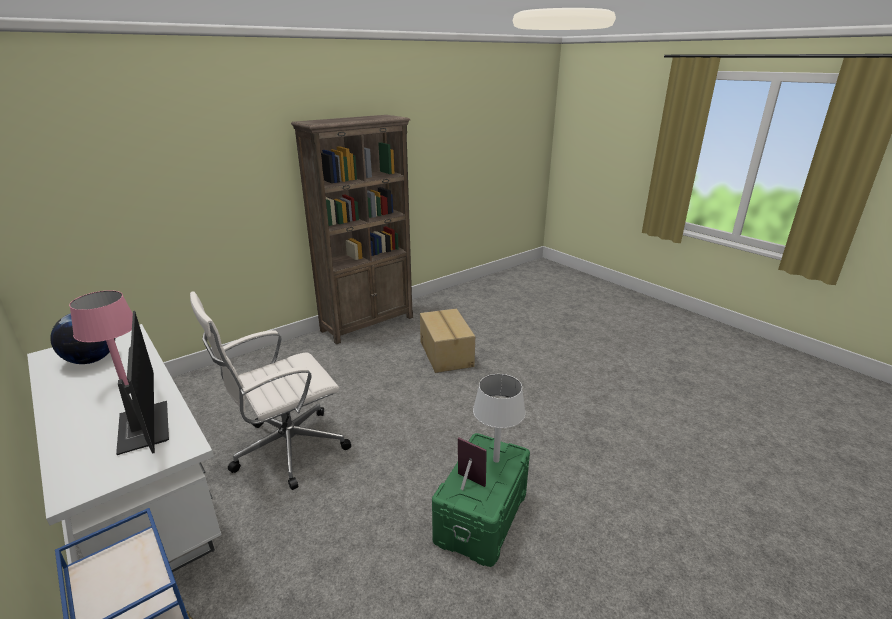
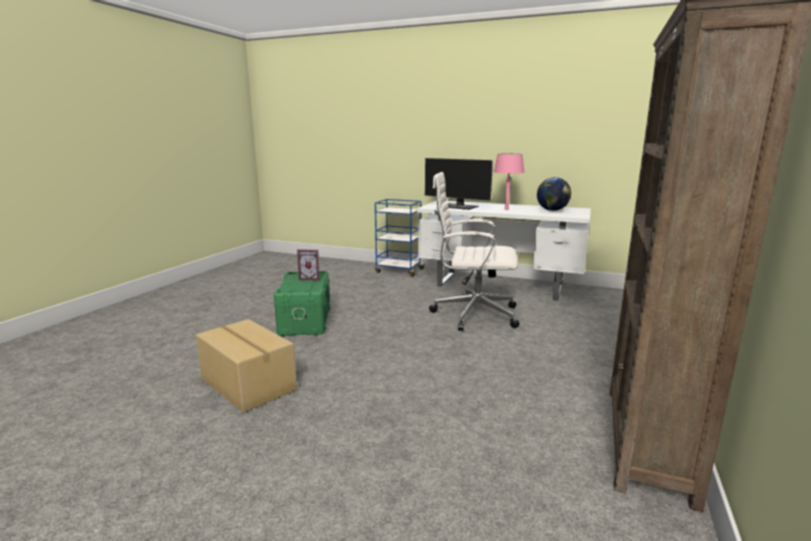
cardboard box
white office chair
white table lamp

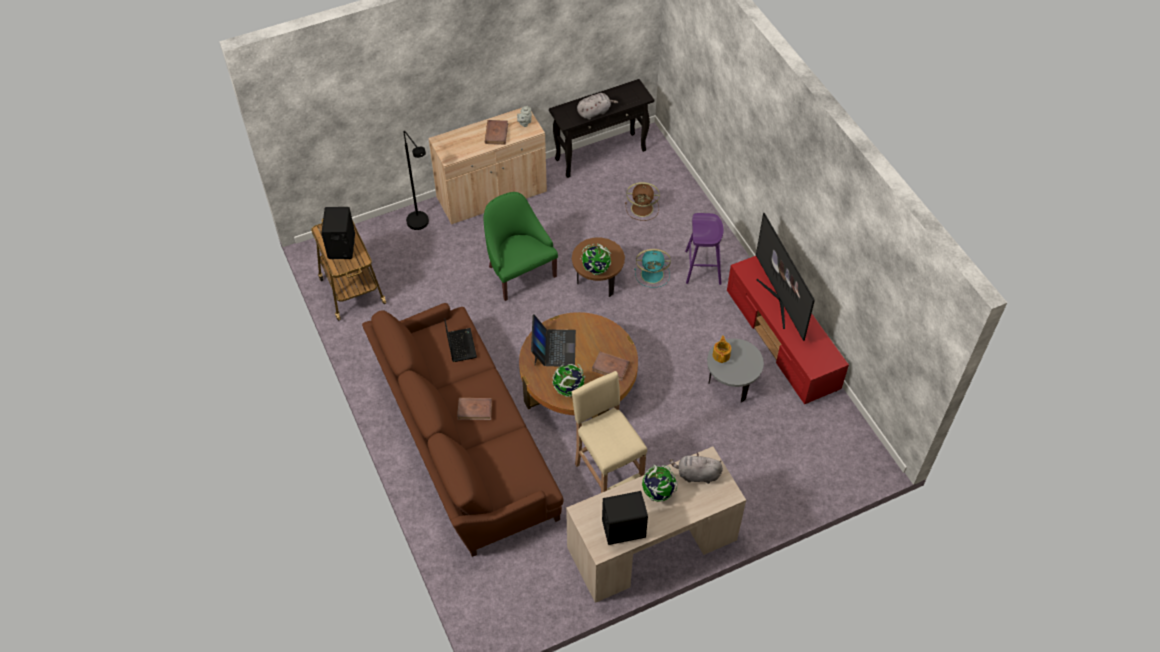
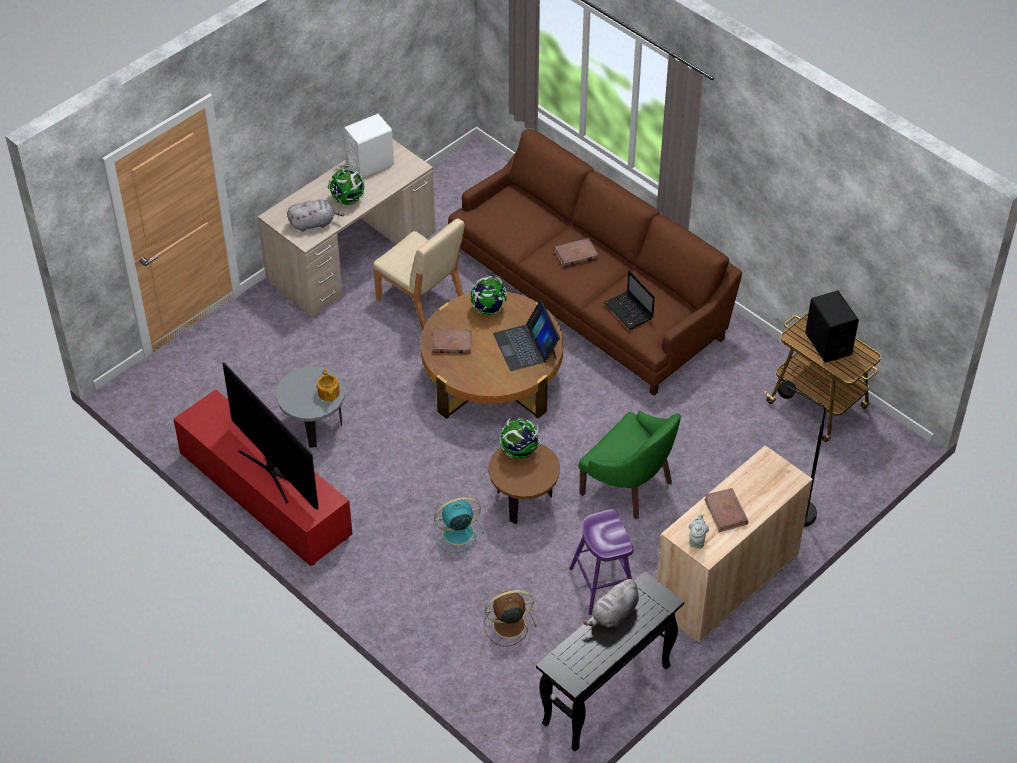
white speaker
beige chair
purple stool

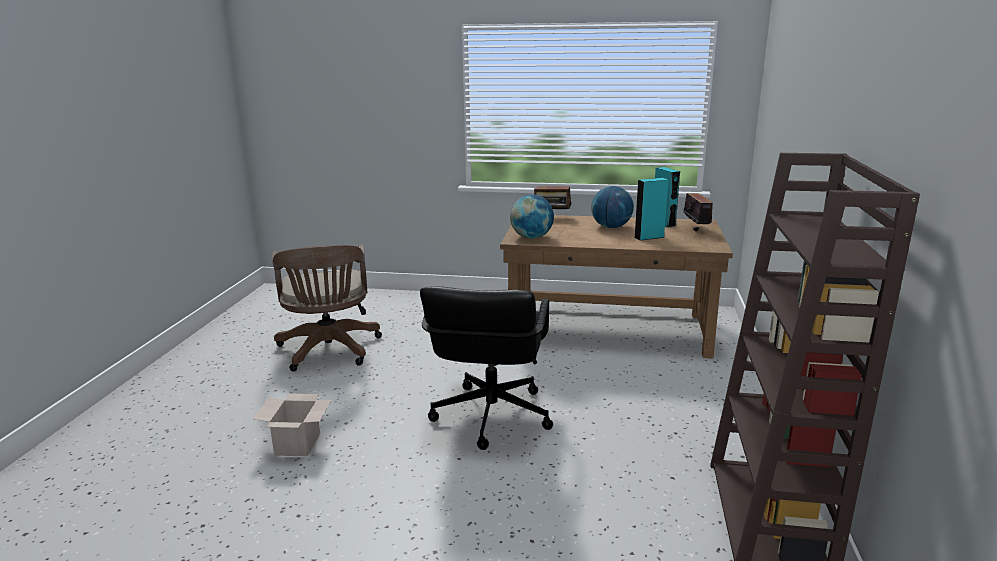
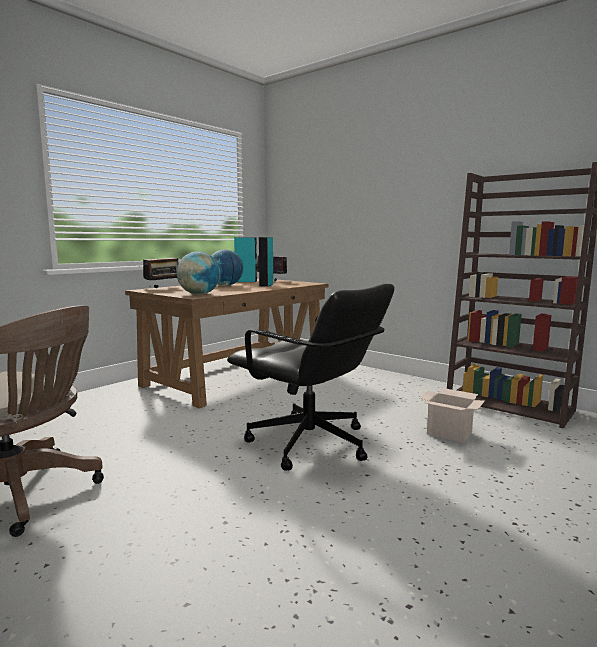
cardboard box

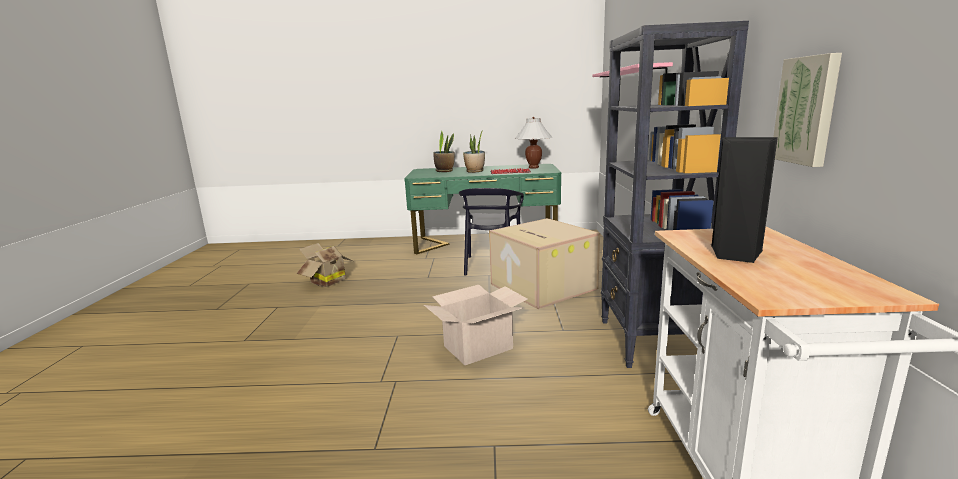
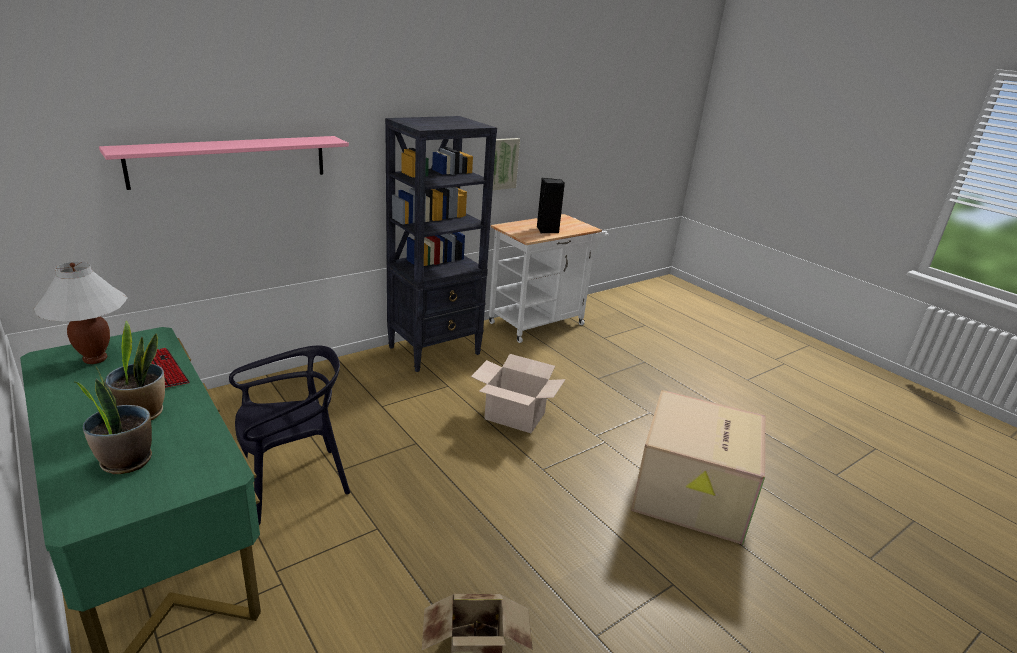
cardboard box (no. 3 from left)

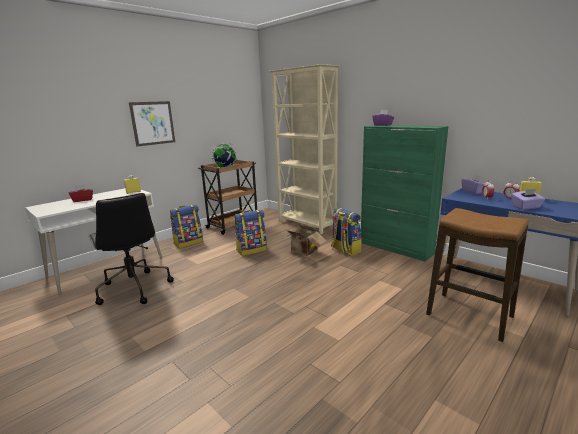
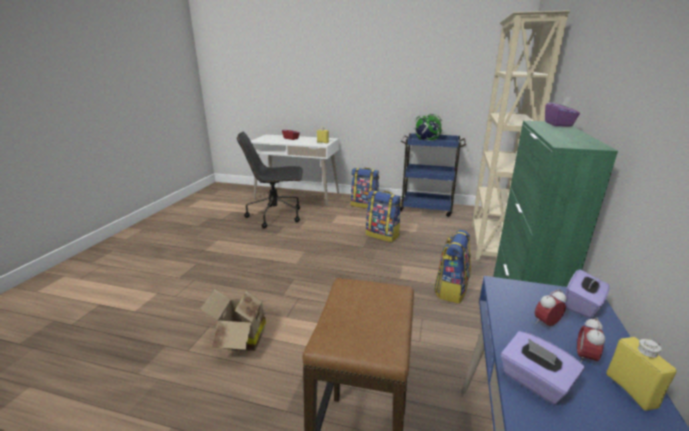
cardboard box
black office chair
blue cart
picture

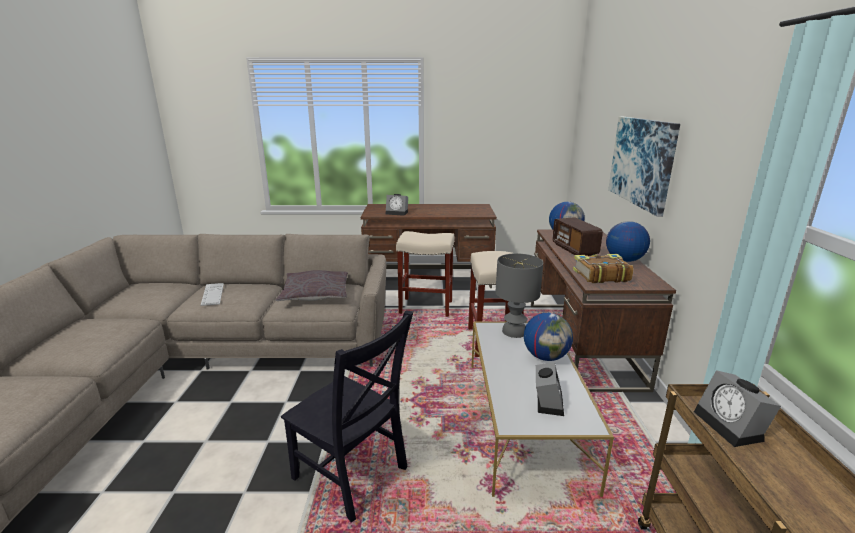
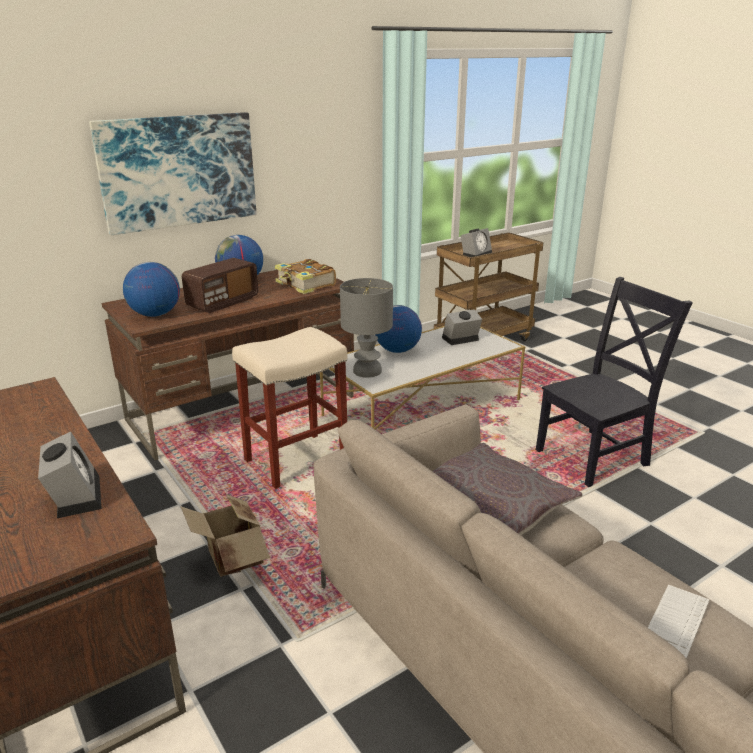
cardboard box
black chair

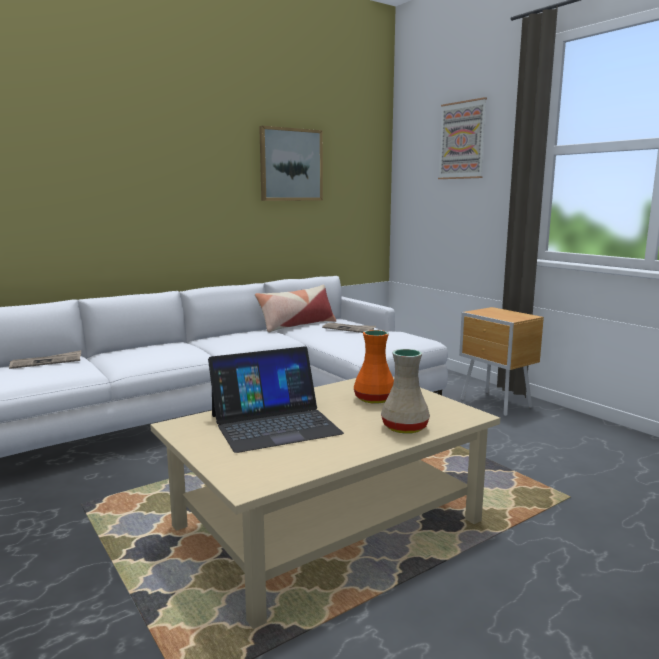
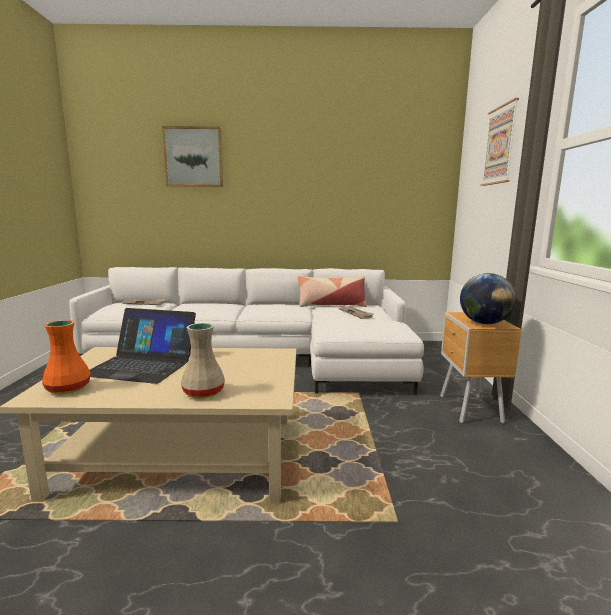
orange vase
picture (no. 1 from left)
globe

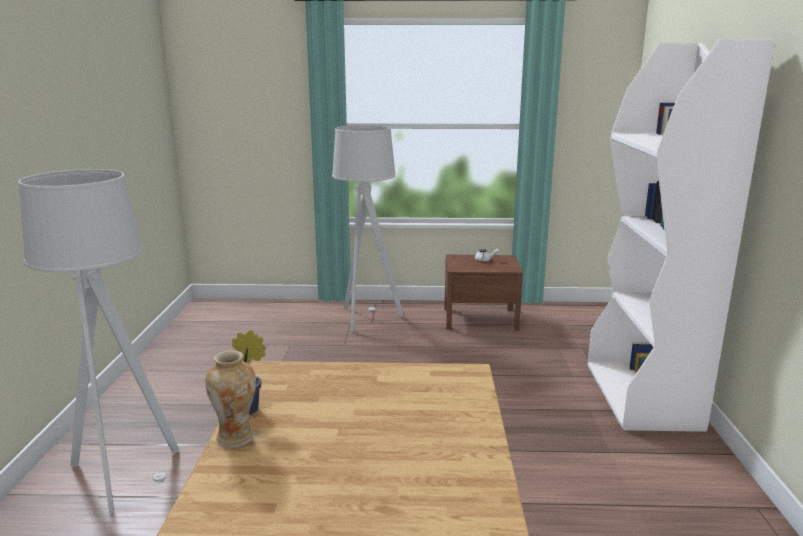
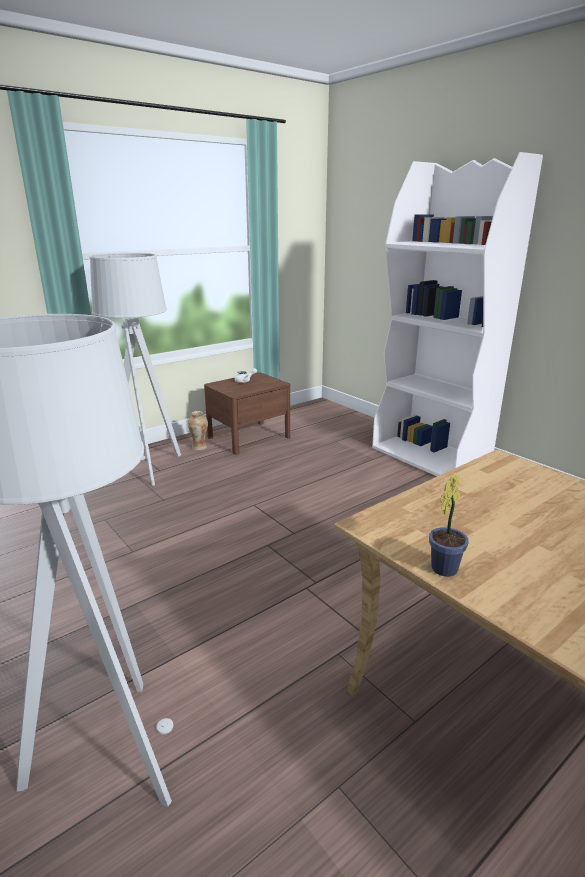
vase

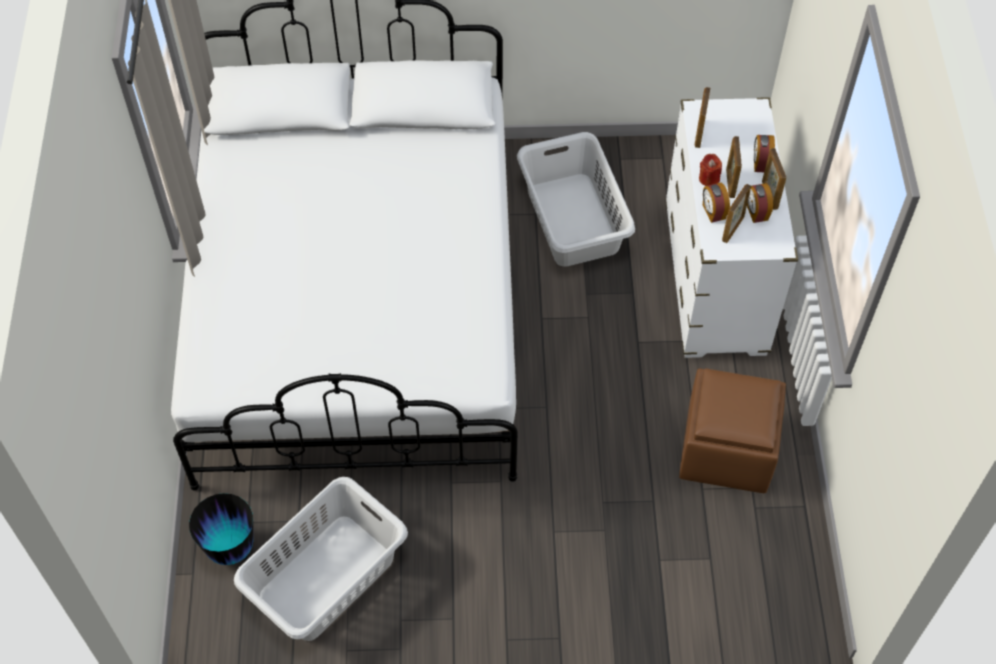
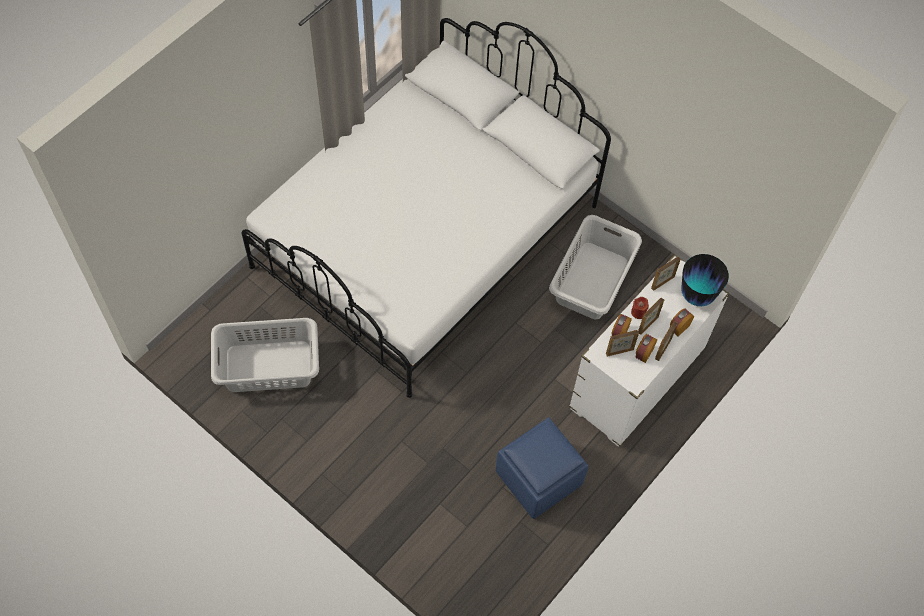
blue ottoman
vase

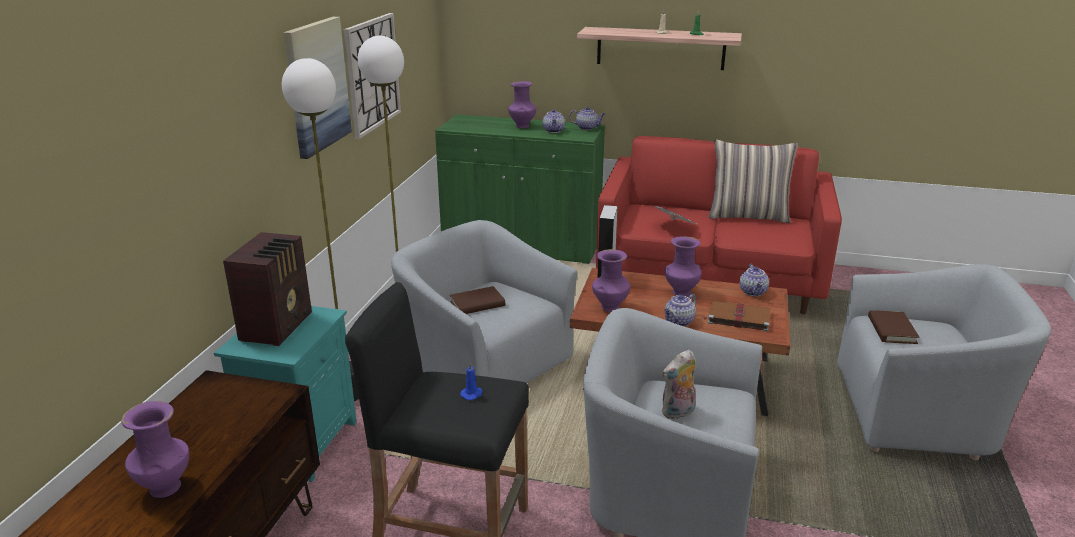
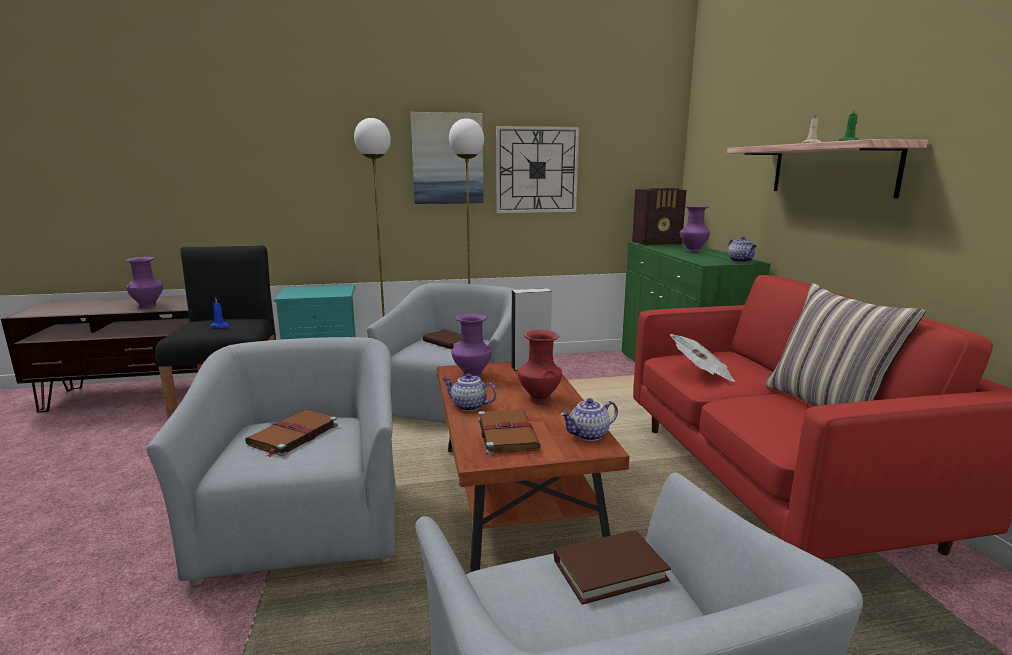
brown book (no. 1 from left)
red vase
radio
teapot (no. 1 from left in the first image)

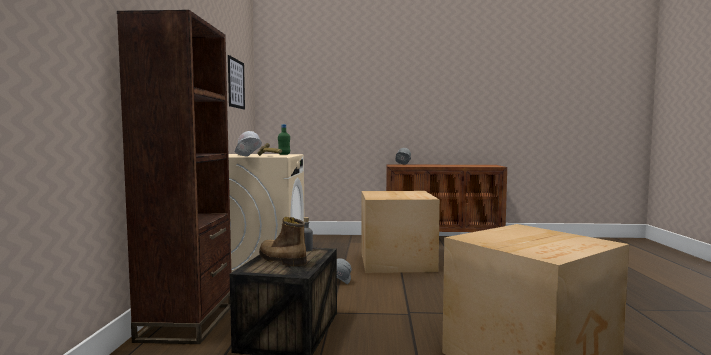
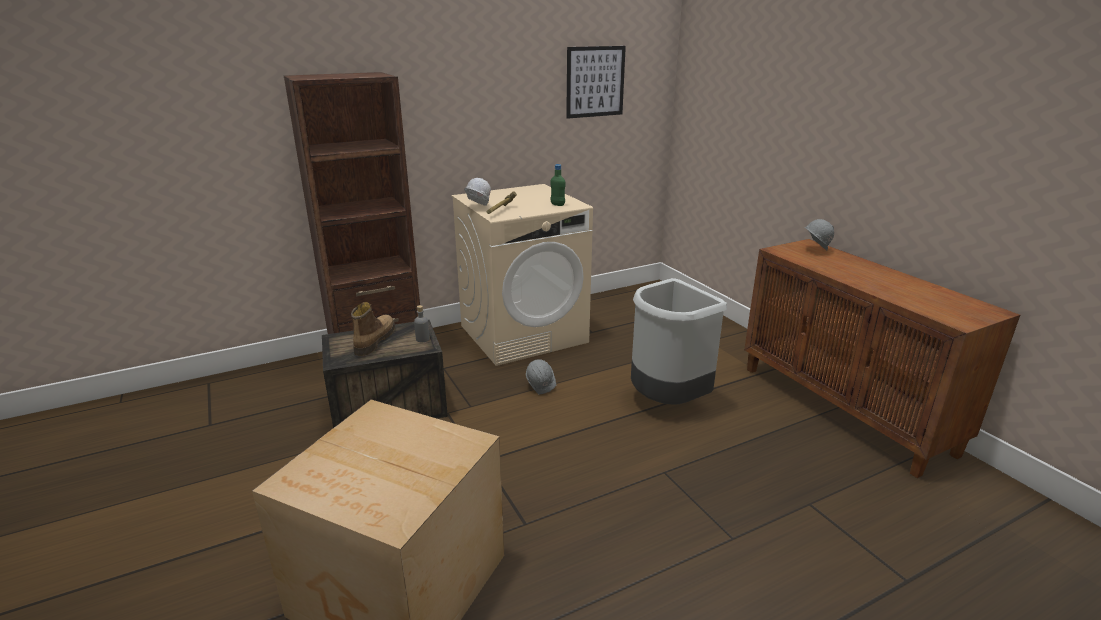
grey trash can

